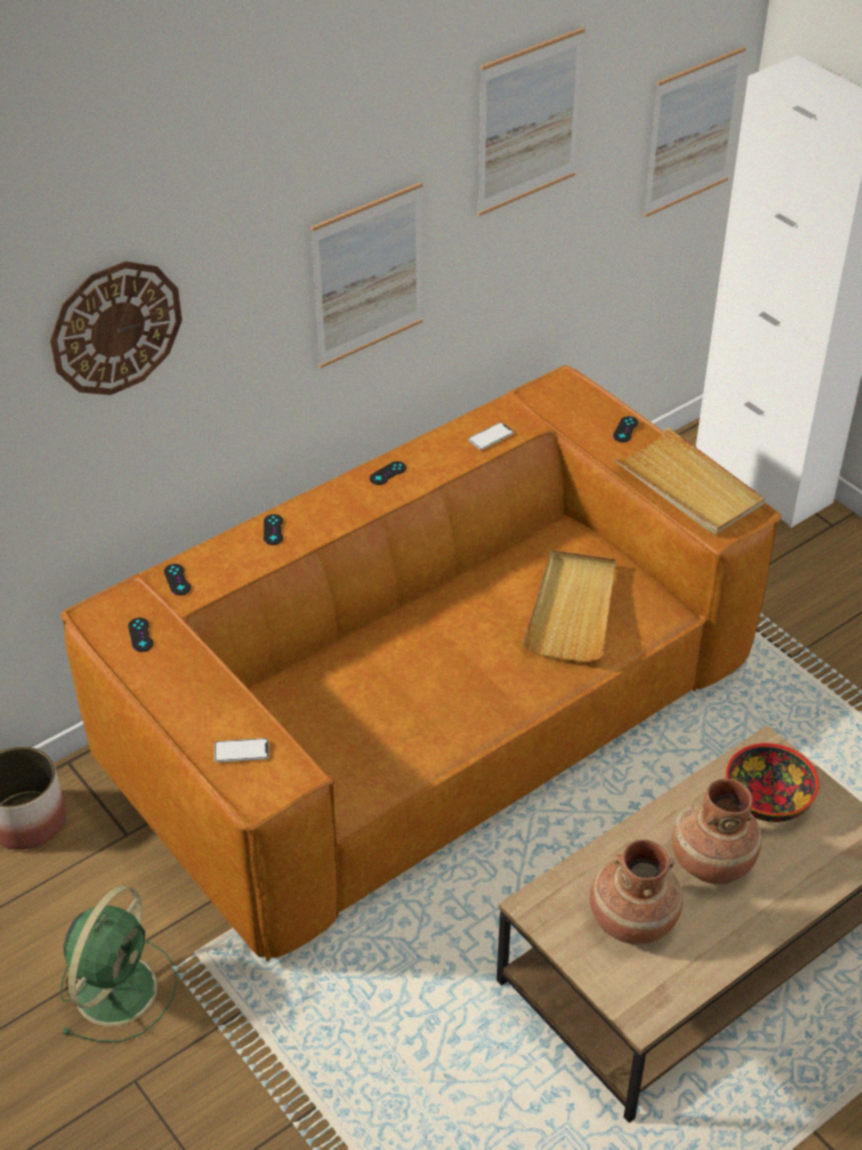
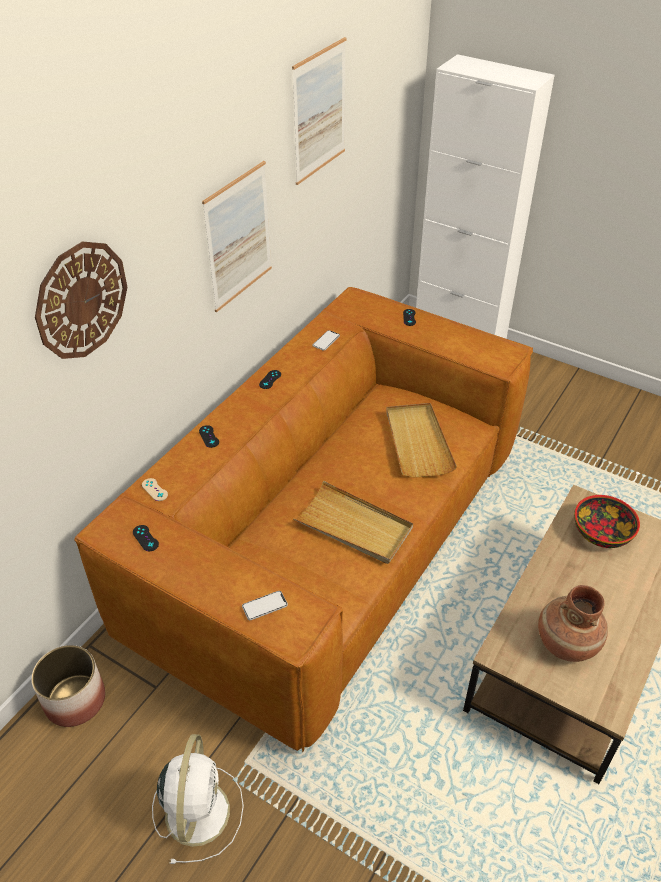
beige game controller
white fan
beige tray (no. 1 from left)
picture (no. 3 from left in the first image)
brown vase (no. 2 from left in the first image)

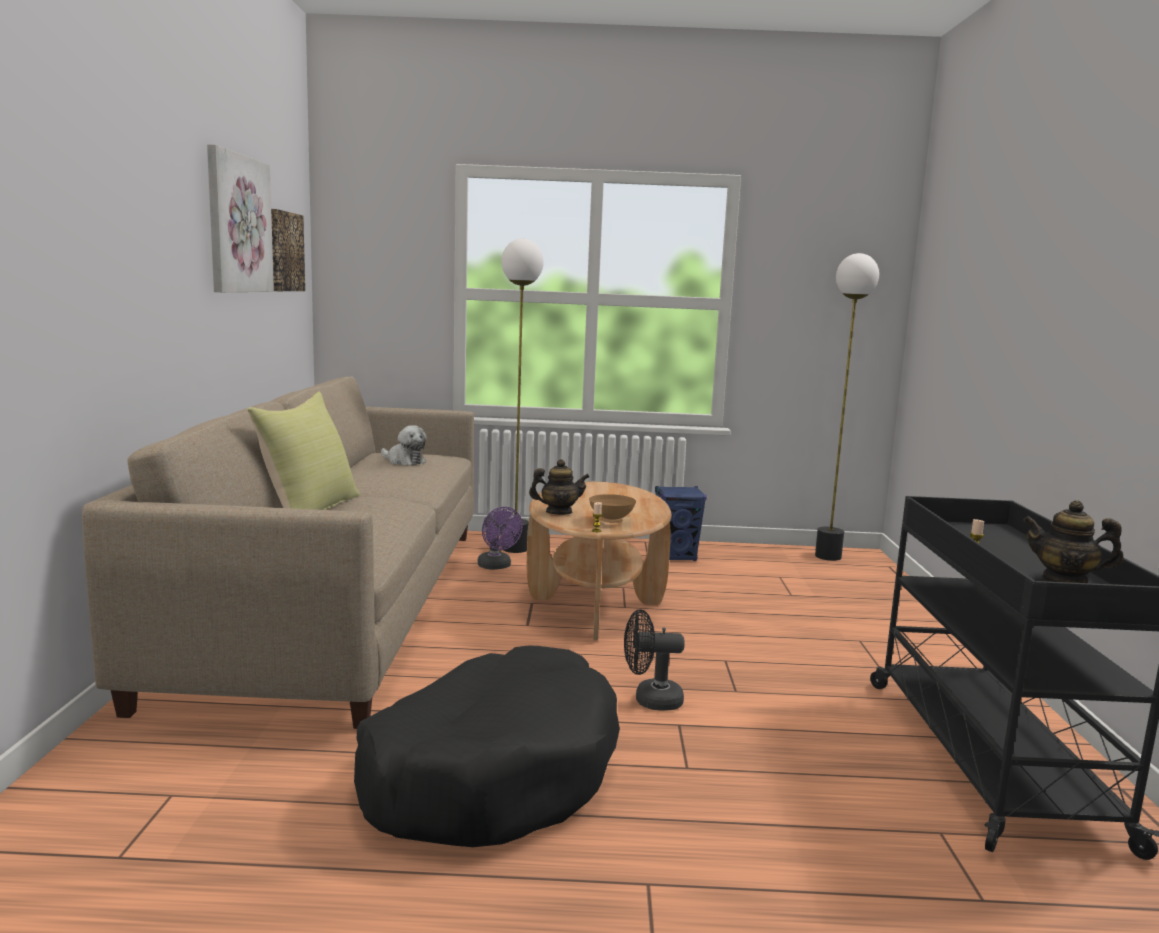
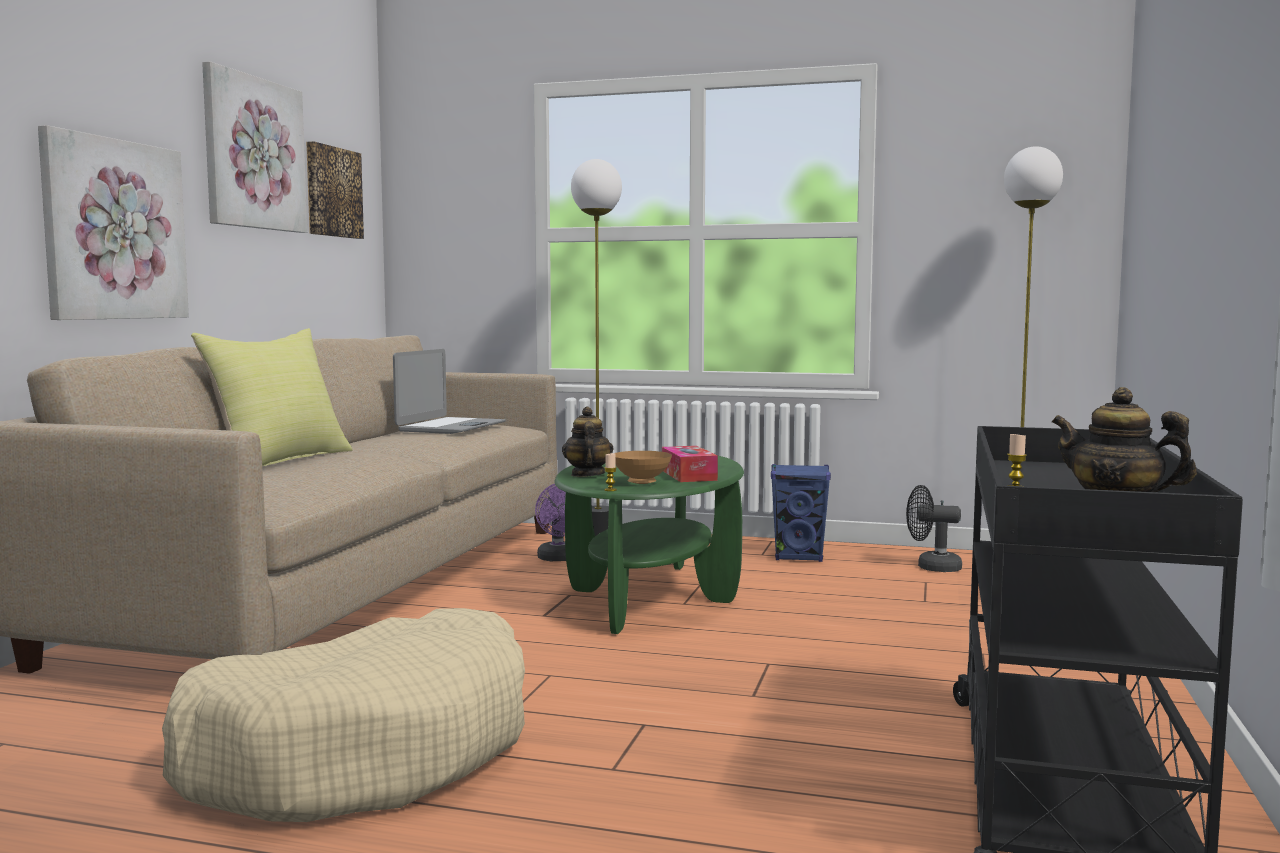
picture (no. 1 from left)
beige dog bed
laptop
green coffee table
teapot (no. 1 from left)
tissue box
black fan

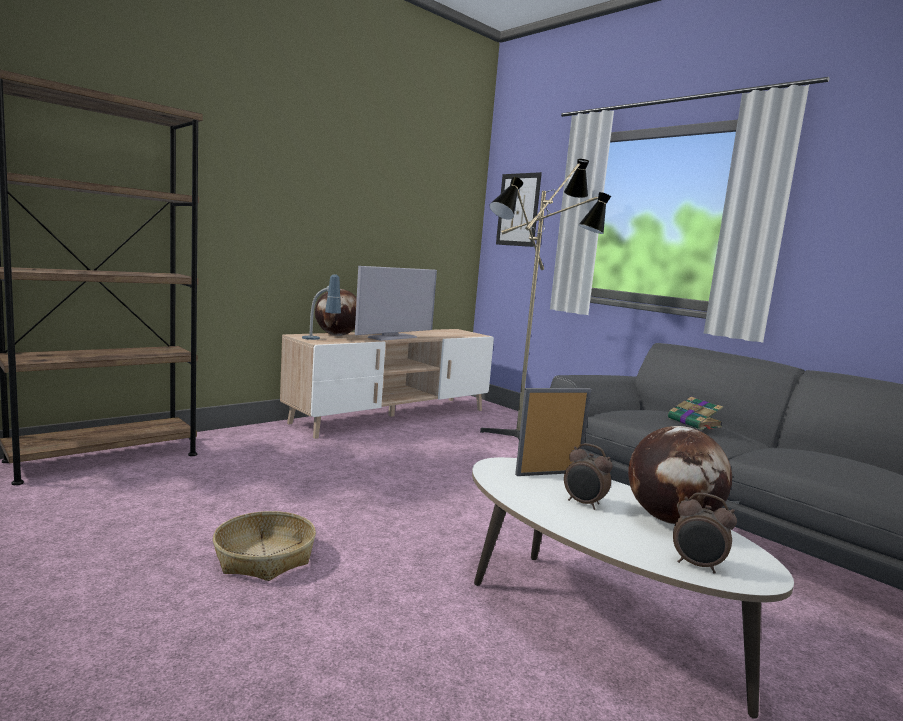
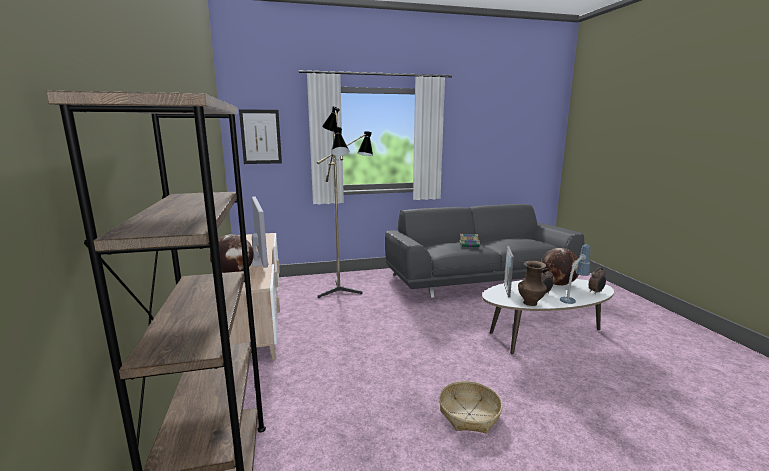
brown vase
table lamp

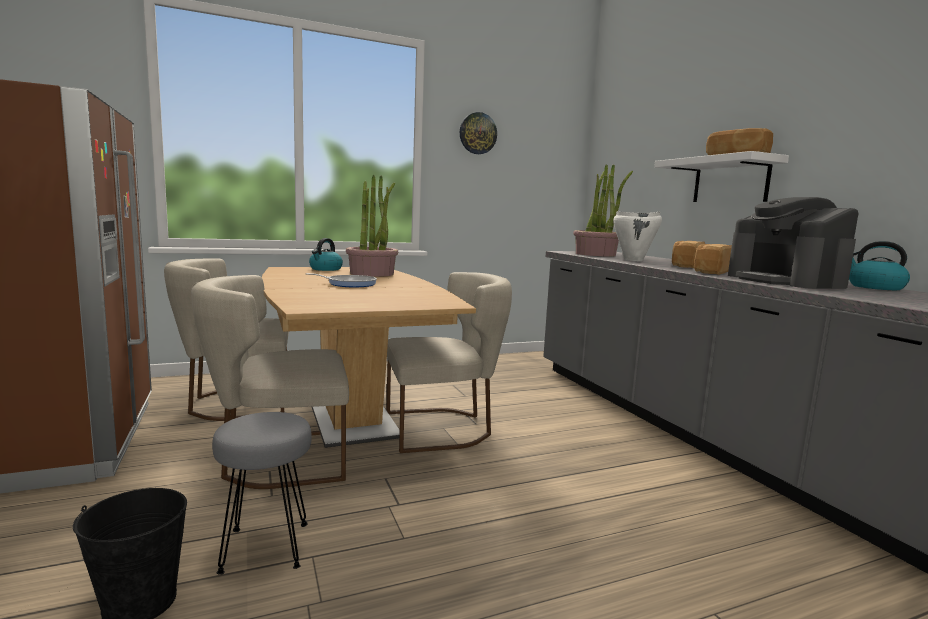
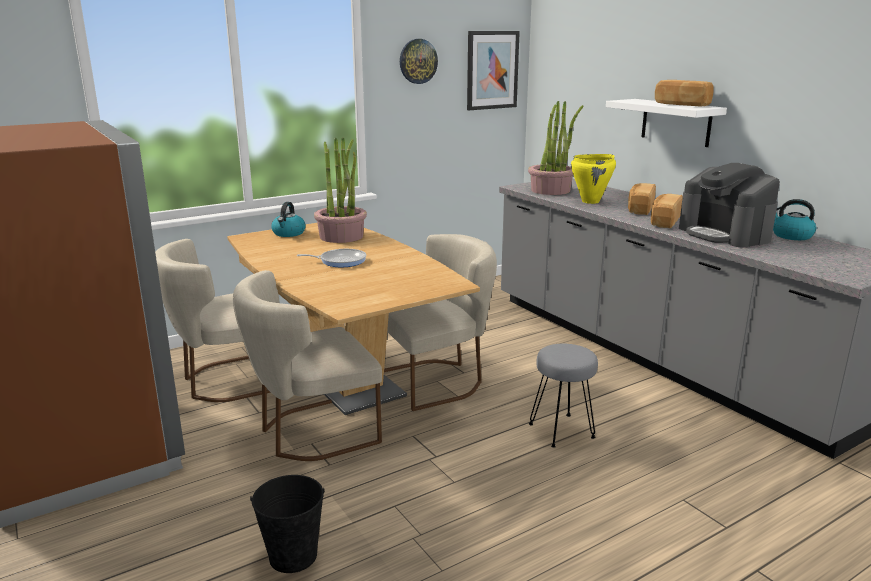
picture
grey stool
yellow cooking pot

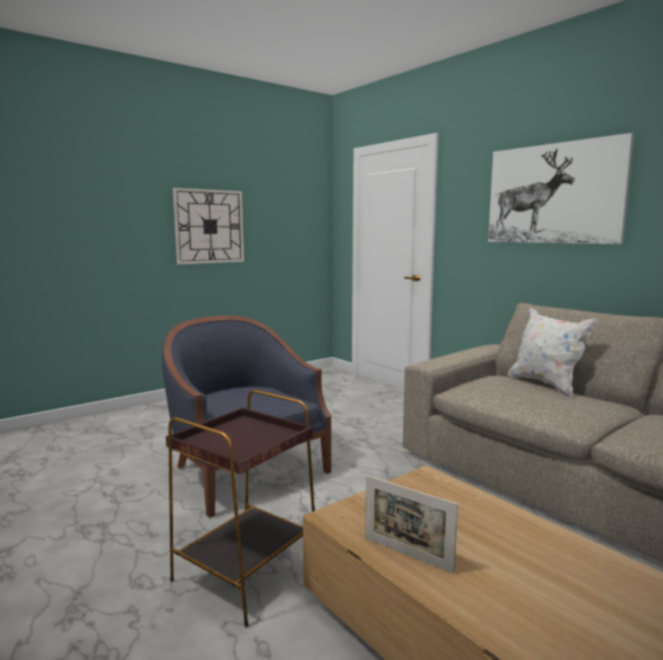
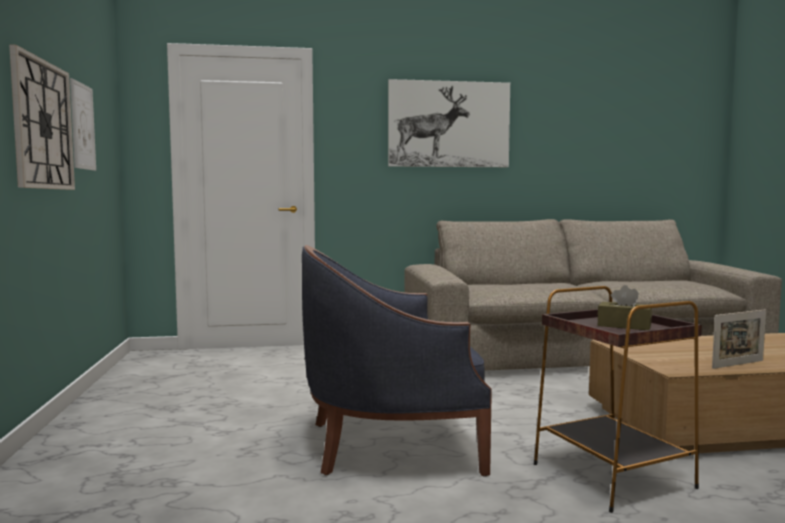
picture (no. 1 from left)
brown tissue box
white pillow

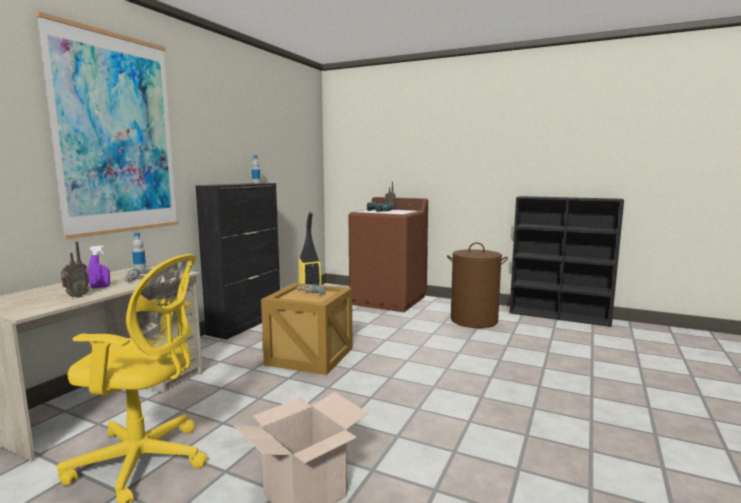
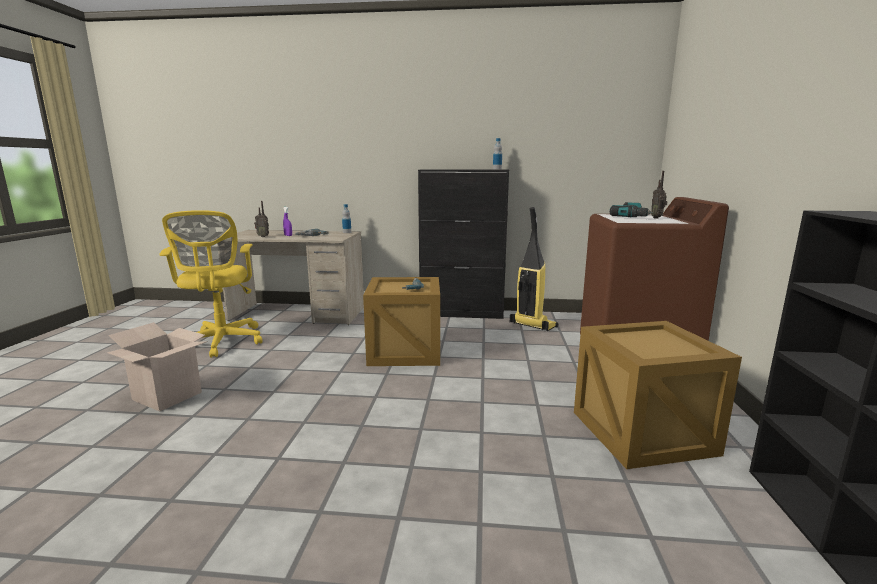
crate (no. 2 from left)
picture

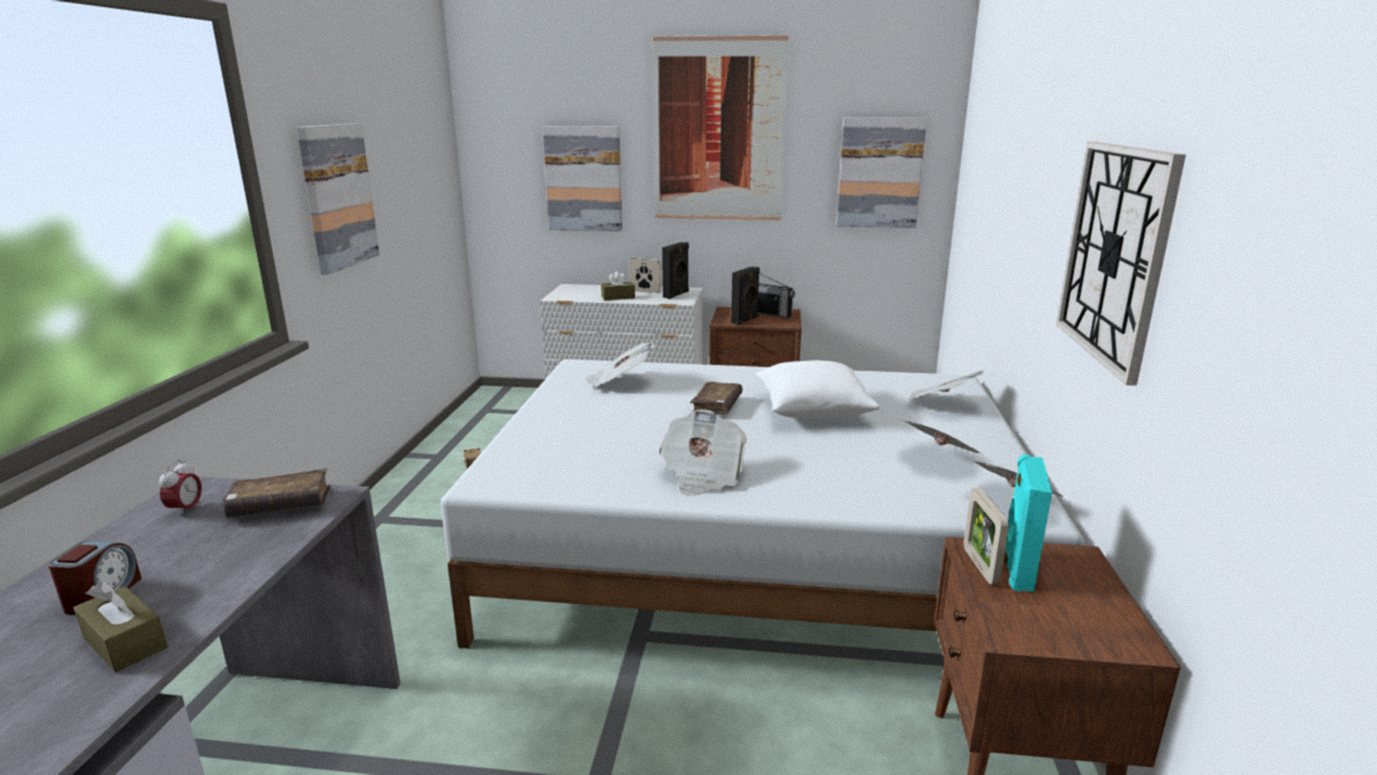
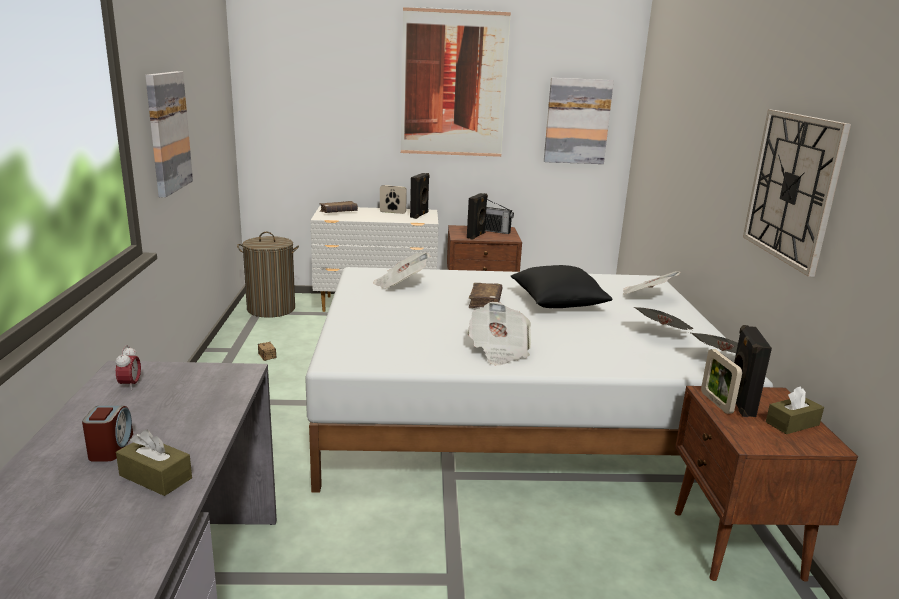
laundry basket
brown book (no. 1 from left)
black pillow
black speaker (no. 3 from left)
brown tissue box (no. 2 from left)
picture (no. 2 from left in the first image)

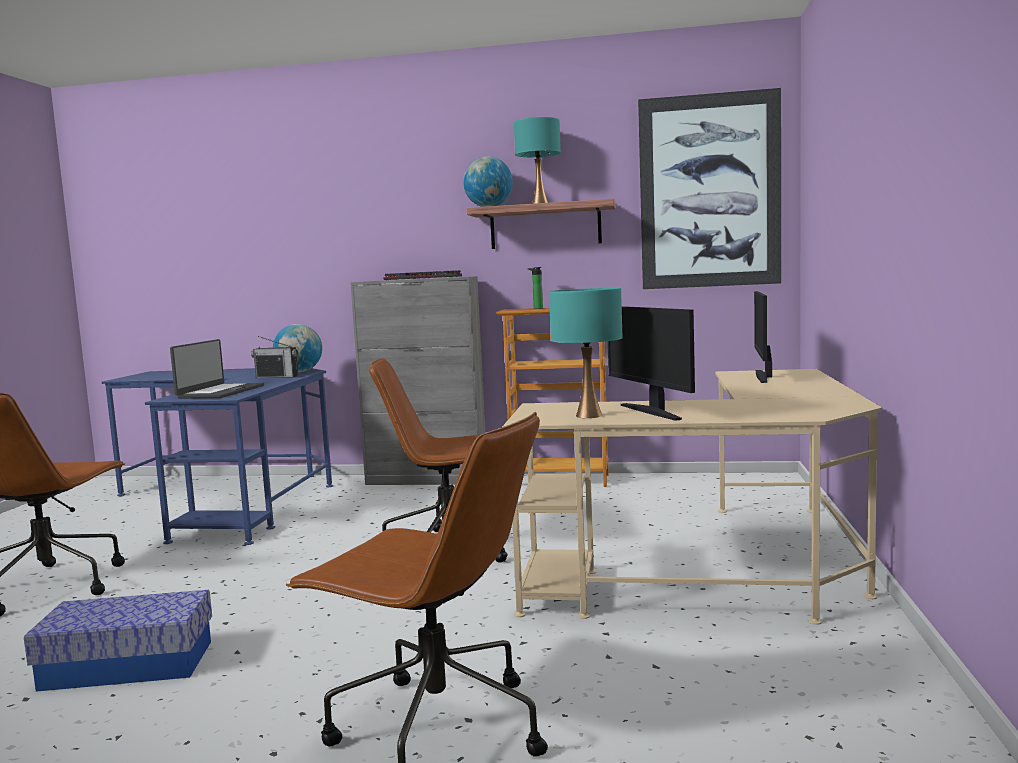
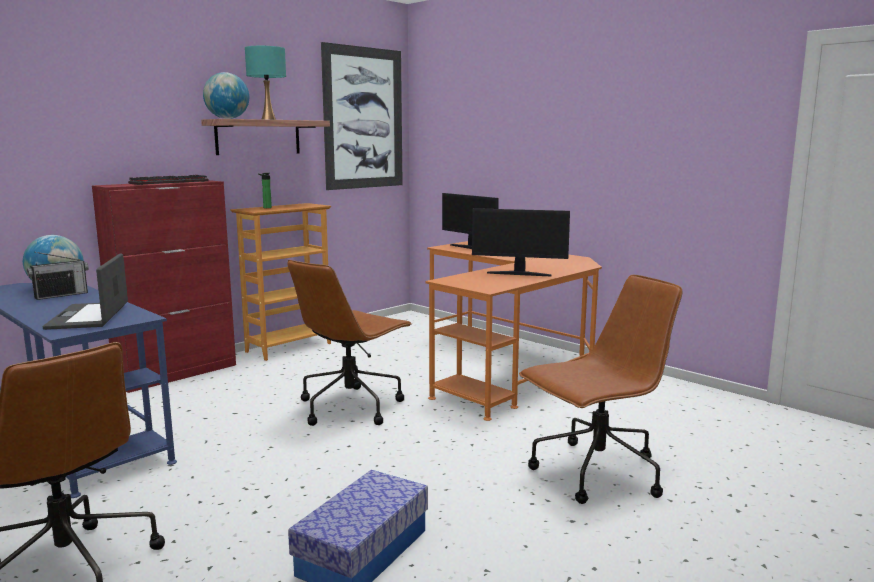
laptop
red cabinet
orange desk
turquoise table lamp (no. 2 from left in the first image)

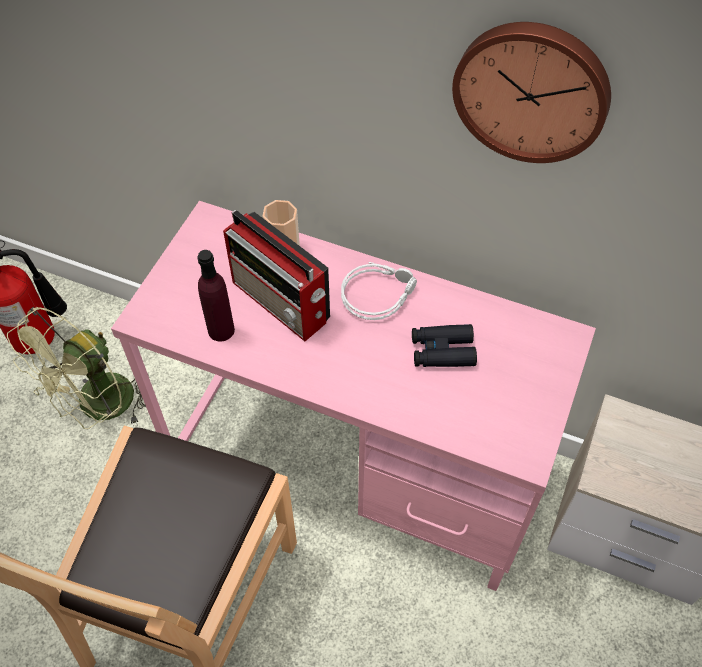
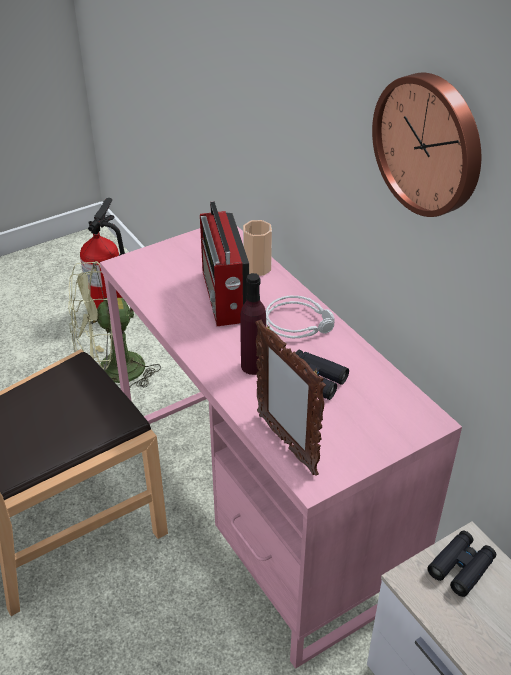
purple bottle
picture frame
black binoculars (no. 2 from left)

